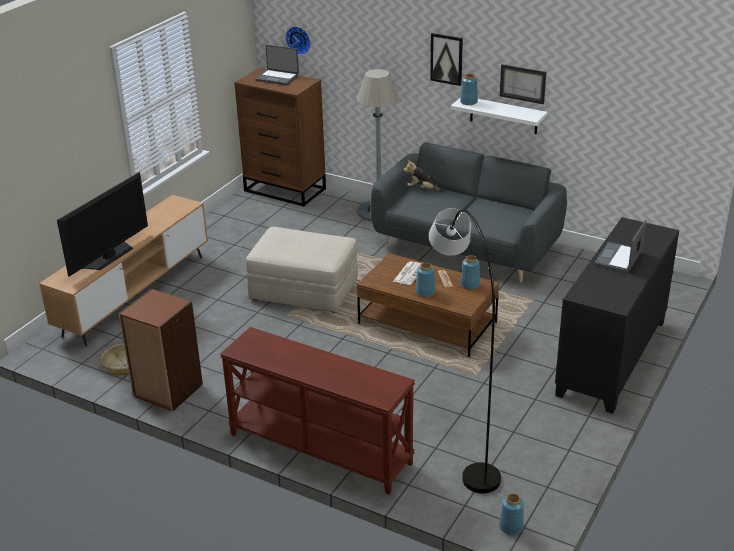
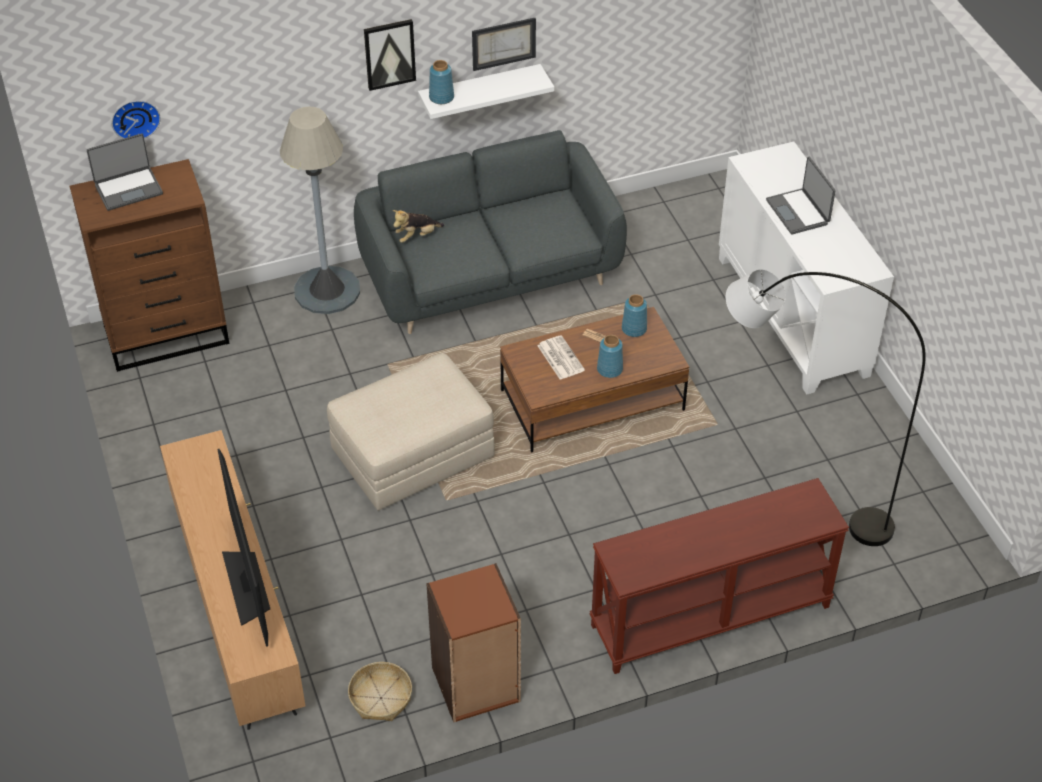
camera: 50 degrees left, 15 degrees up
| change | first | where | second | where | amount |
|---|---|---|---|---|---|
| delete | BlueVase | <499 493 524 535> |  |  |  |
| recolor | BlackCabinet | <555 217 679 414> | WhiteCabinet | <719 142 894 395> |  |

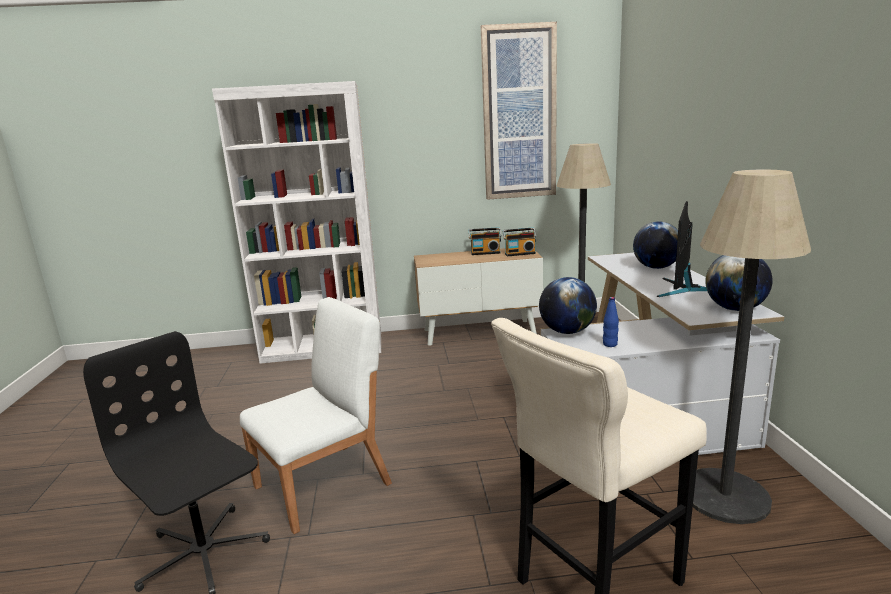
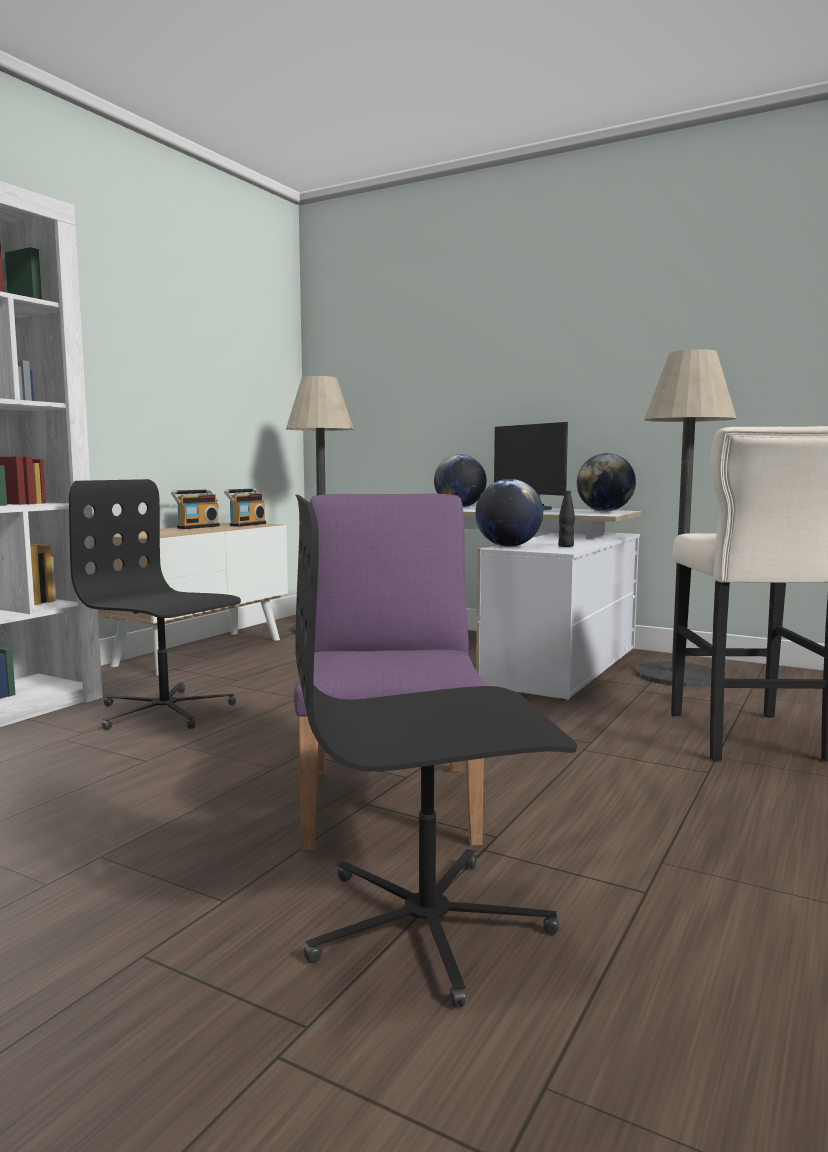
camera: 55 degrees left, 10 degrees down
| change | first | where | second | where | amount |
|---|---|---|---|---|---|
| recolor | WhiteChair | <240 297 392 534> | PurpleChair | <294 494 487 851> |  |
| delete | Picture | <481 22 557 200> |  |  |  |
| recolor | BlueBottle | <603 297 619 347> | BlackBottle | <558 490 575 547> |  |
| insert |  |  | BlackOfficeChair | <69 479 241 730> |  |

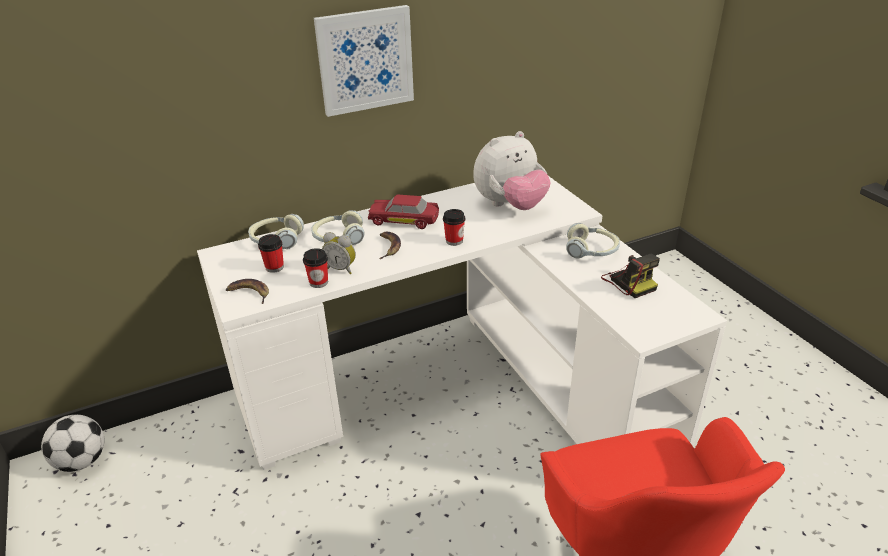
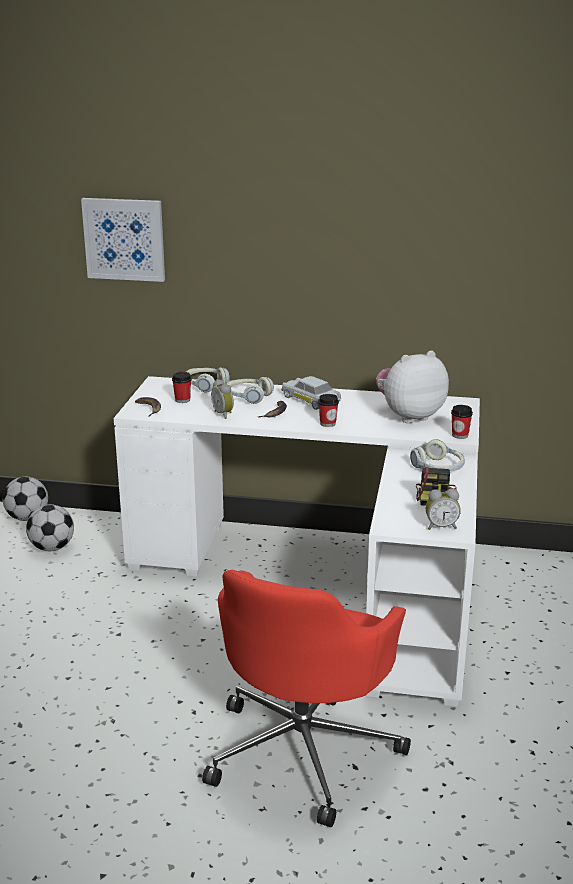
camera: 35 degrees right, 10 degrees down
| change | first | where | second | where | amount |
|---|---|---|---|---|---|
| move | Cup | <303 248 328 288> |  | <451 405 473 439> |  |
| move | Picture | <314 5 414 117> |  | <81 198 165 282> |  |
| recolor | RedToyCar | <368 194 439 229> | WhiteToyCar | <281 376 341 410> |  |
| rotate | PlushToy | <473 131 551 210> |  | <376 350 449 423> | 150 degrees clockwise |
| insert |  |  | Football | <26 504 74 551> |  |
| insert |  |  | AlarmClock | <425 489 461 530> |  |

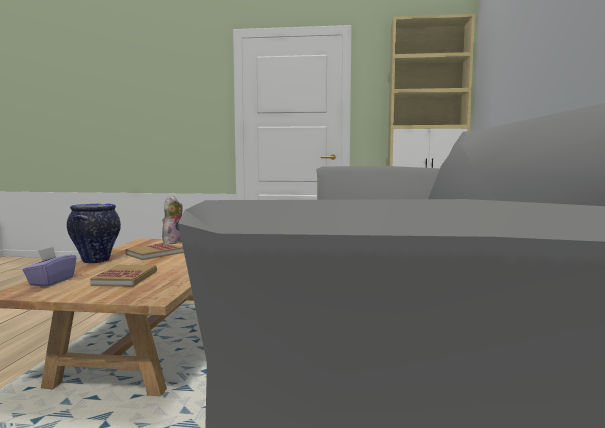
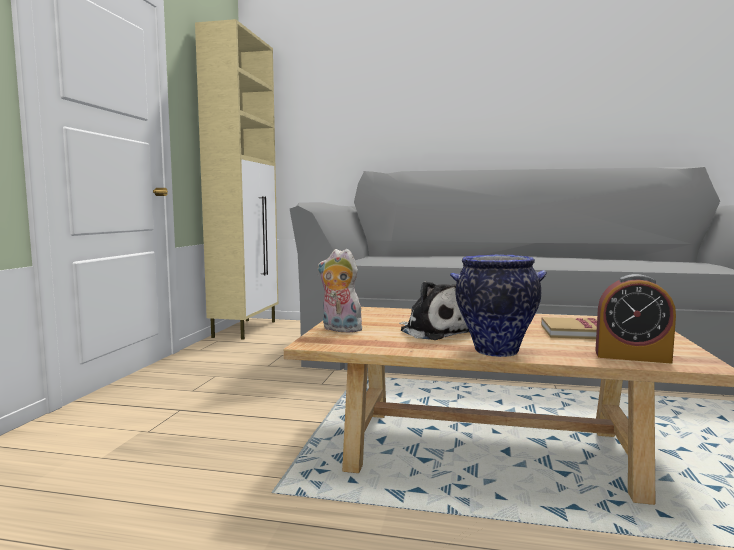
camera: 85 degrees left, 0 degrees up
| change | first | where | second | where | amount |
|---|---|---|---|---|---|
| replace | PurpleTissueBox | <23 247 77 287> | AlarmClock | <595 274 676 363> |  |
| replace | Book | <125 243 183 260> | PlushToy | <399 281 469 340> |  |

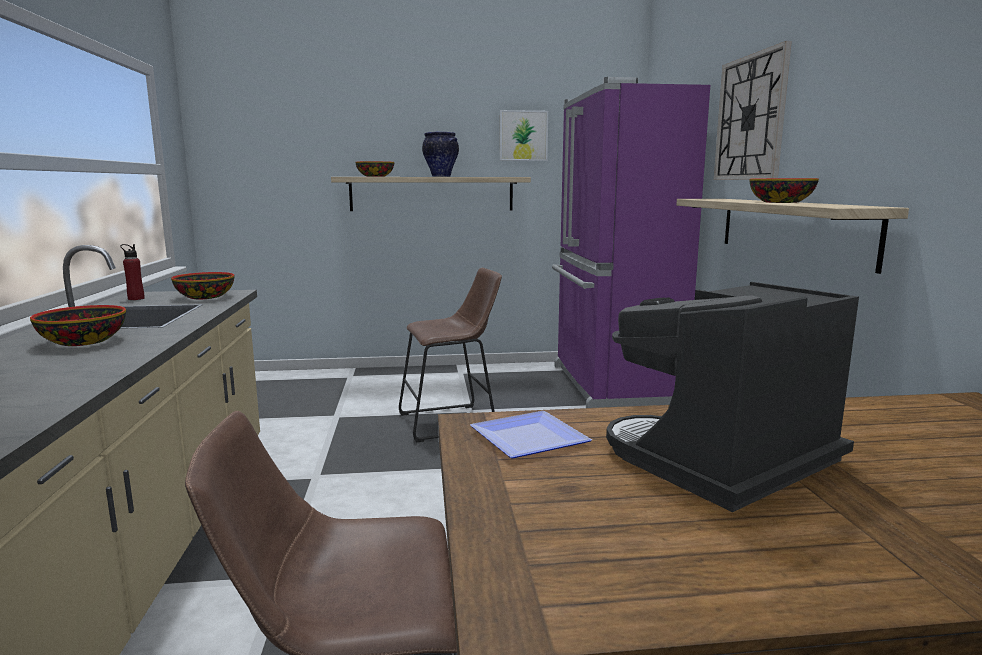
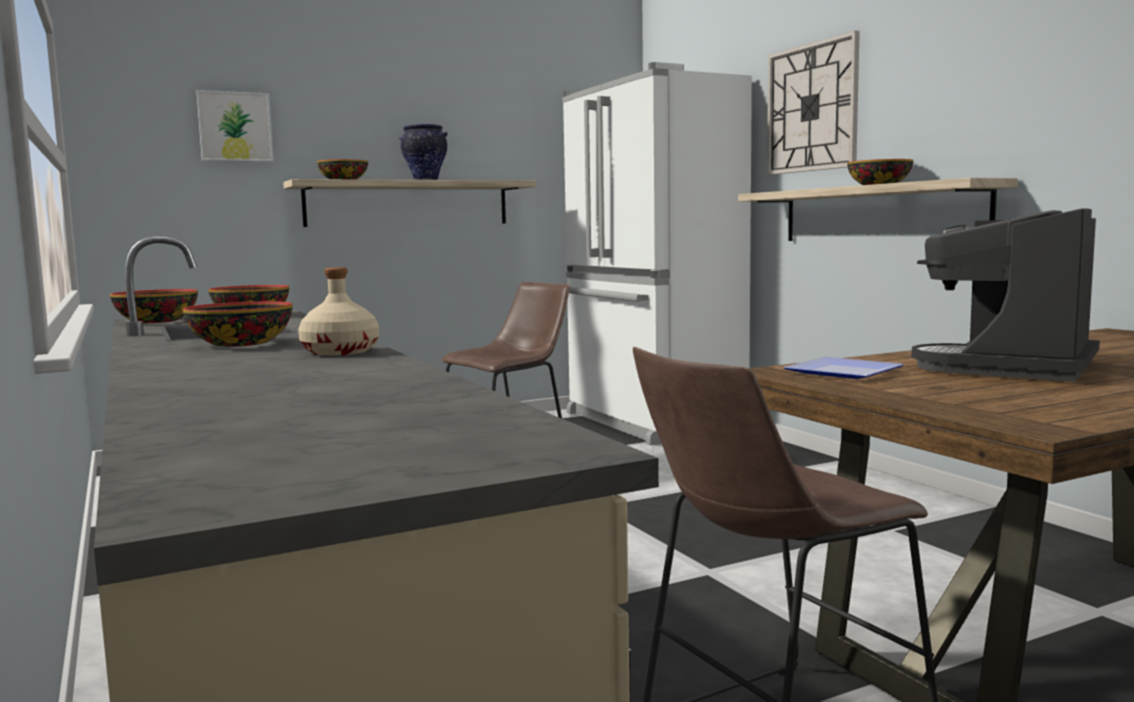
camera: 20 degrees left, 5 degrees down
| change | first | where | second | where | amount |
|---|---|---|---|---|---|
| replace | RedBottle | <120 244 145 300> | Bowl | <110 289 198 323> |  |
| move | Picture | <500 110 548 161> |  | <197 90 274 162> |  |
| recolor | PurpleFridge | <552 77 710 408> | WhiteFridge | <562 62 752 446> |  |
| insert |  |  | BeigeBottle | <298 267 379 356> |  |

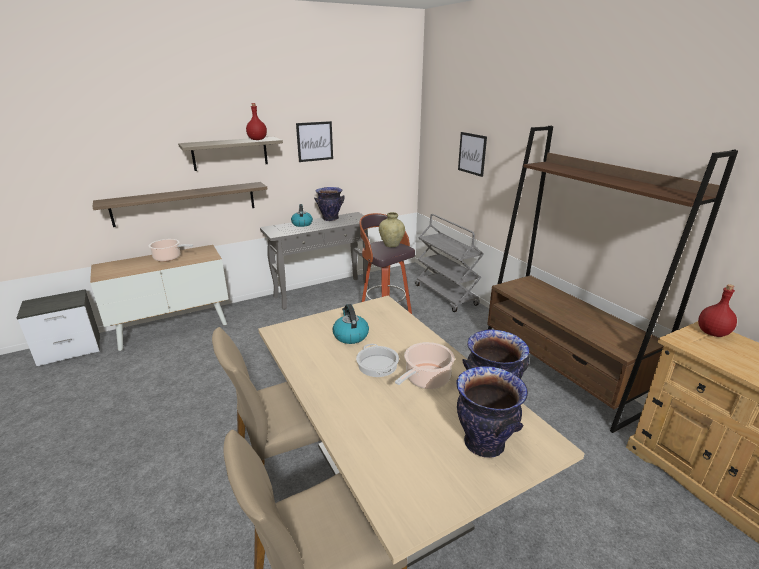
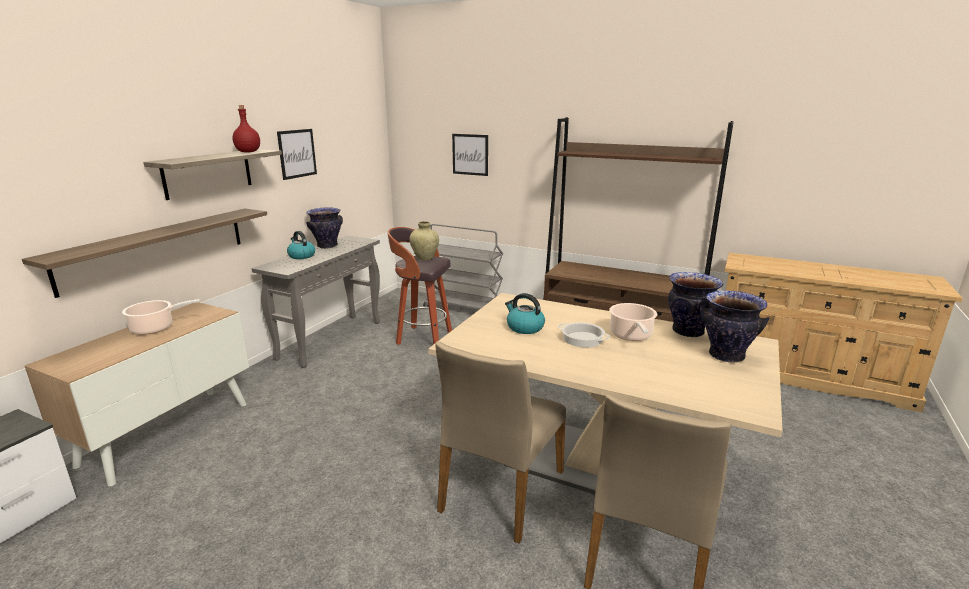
camera: 35 degrees left, 5 degrees down
| change | first | where | second | where | amount |
|---|---|---|---|---|---|
| delete | RedBottle | <698 284 737 337> |  |  |  |

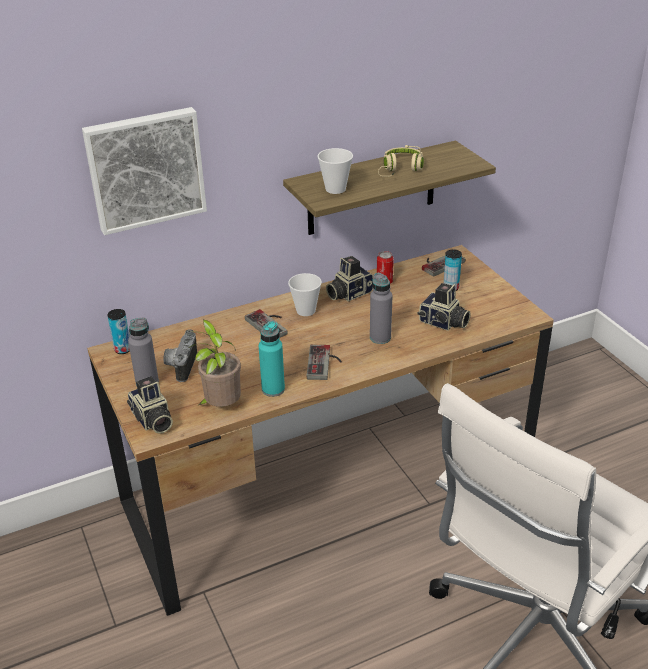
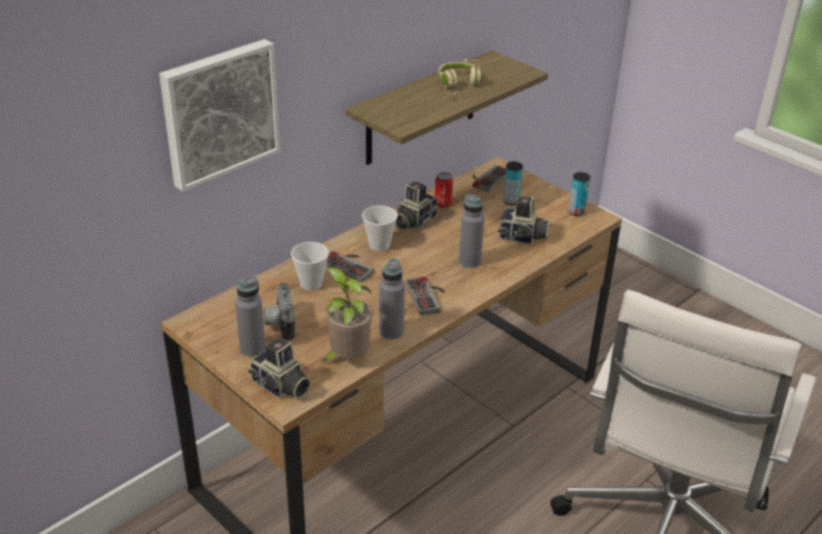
camera: 20 degrees left, 0 degrees up
| change | first | where | second | where | amount |
|---|---|---|---|---|---|
| move | Can | <107 309 130 354> |  | <569 172 590 216> |  |
| recolor | TurquoiseBottle | <259 321 285 397> | GreyBottle | <379 258 405 339> |  |
| move | Cup | <317 148 353 194> |  | <291 242 329 291> |  |

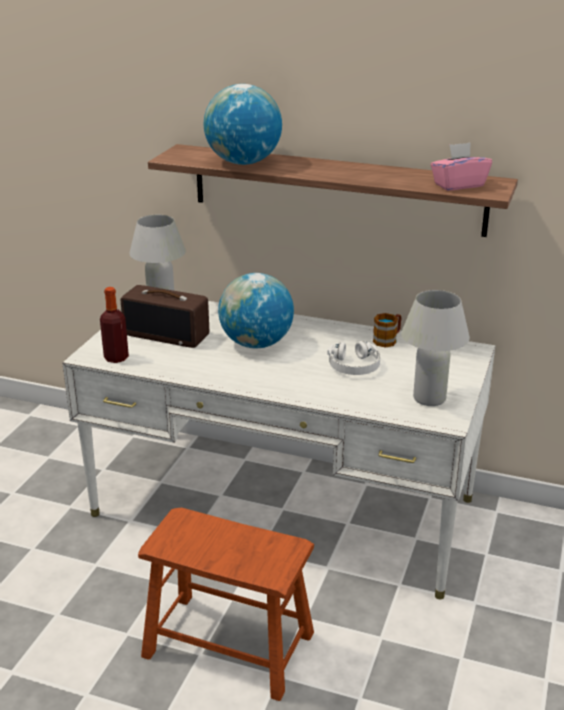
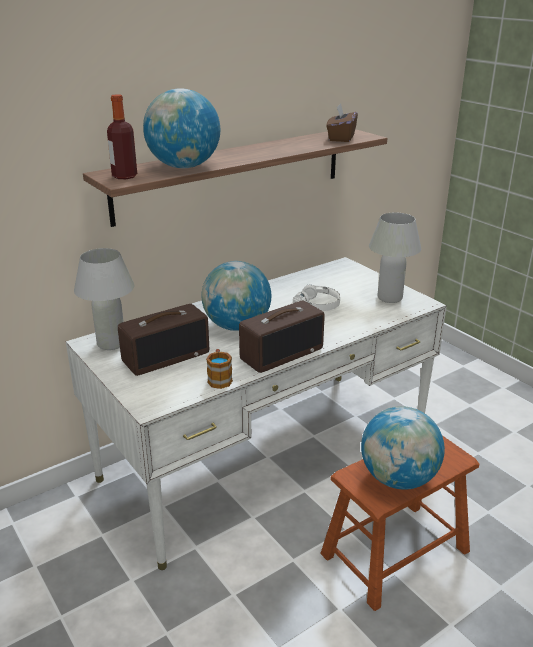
camera: 55 degrees left, 0 degrees up
| change | first | where | second | where | amount |
|---|---|---|---|---|---|
| move | Bottle | <100 287 129 363> |  | <107 94 137 179> |  |
| move | Mug | <373 313 402 347> |  | <206 349 233 389> |  |
| recolor | PinkTissueBox | <431 143 492 191> | BrownTissueBox | <326 104 358 142> |  |
| insert |  |  | Radio | <239 301 325 373> |  |
| insert |  |  | Globe | <361 406 445 490> |  |

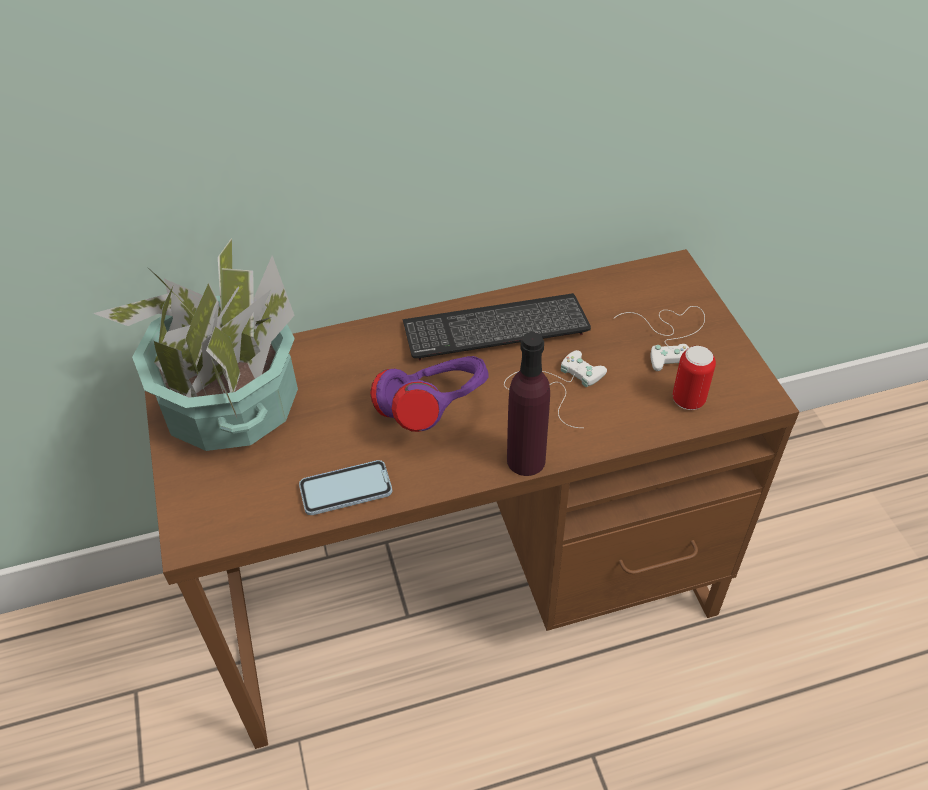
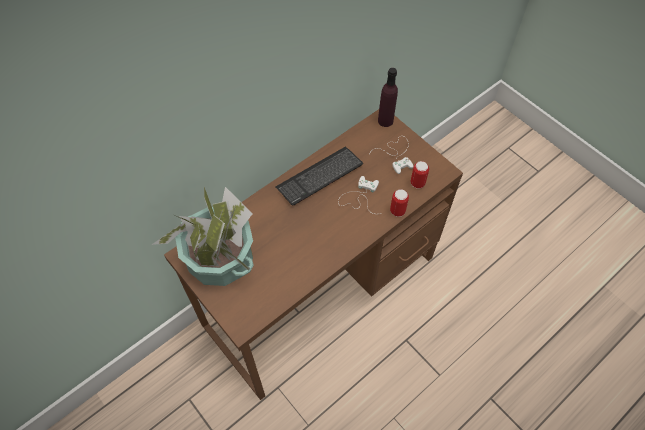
camera: 25 degrees left, 10 degrees up
| change | first | where | second | where | amount |
|---|---|---|---|---|---|
| delete | Phone | <299 460 392 515> |  |  |  |
| delete | PurpleHeadphones | <370 356 489 432> |  |  |  |
| move | PurpleBottle | <507 332 550 476> |  | <378 68 398 127> |  |
| insert |  |  | Can | <390 189 409 217> |  |

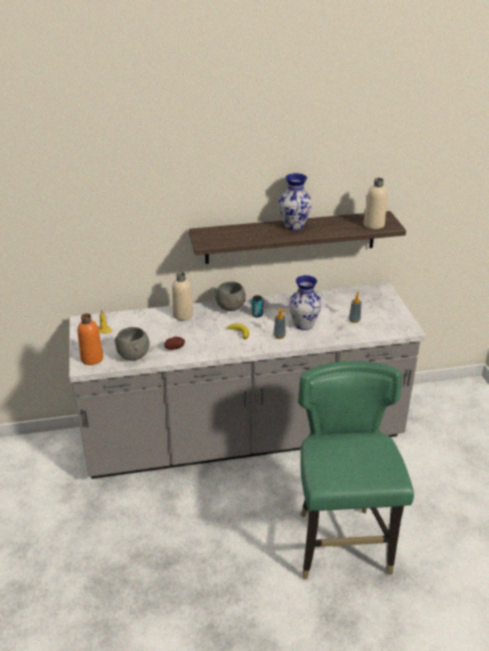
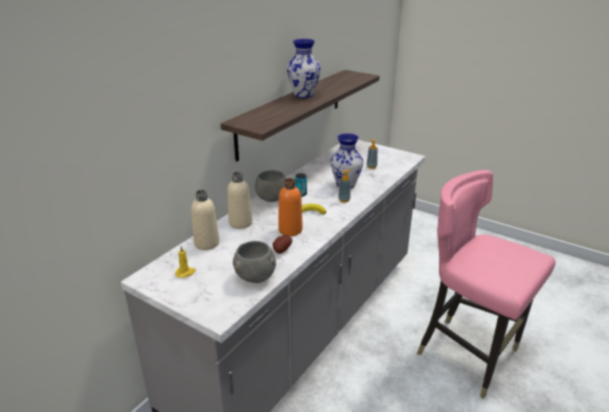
camera: 45 degrees left, 5 degrees down
| change | first | where | second | where | amount |
|---|---|---|---|---|---|
| move | OrangeBottle | <78 313 103 365> |  | <278 178 303 236> |  |
| recolor | GreenChair | <298 361 414 579> | PinkChair | <417 170 556 399> |  |
| move | BeigeBottle | <364 178 387 229> |  | <191 190 219 250> |  |

